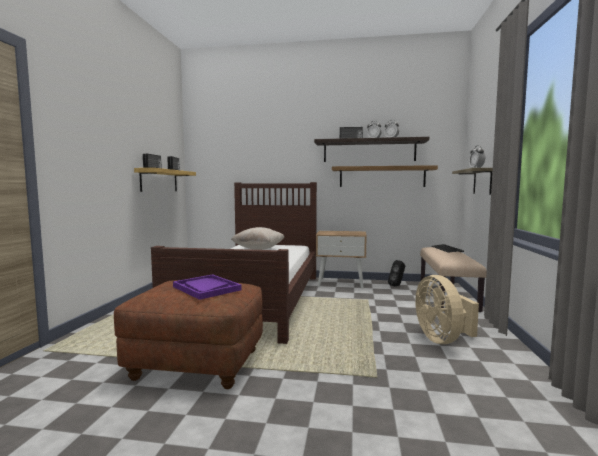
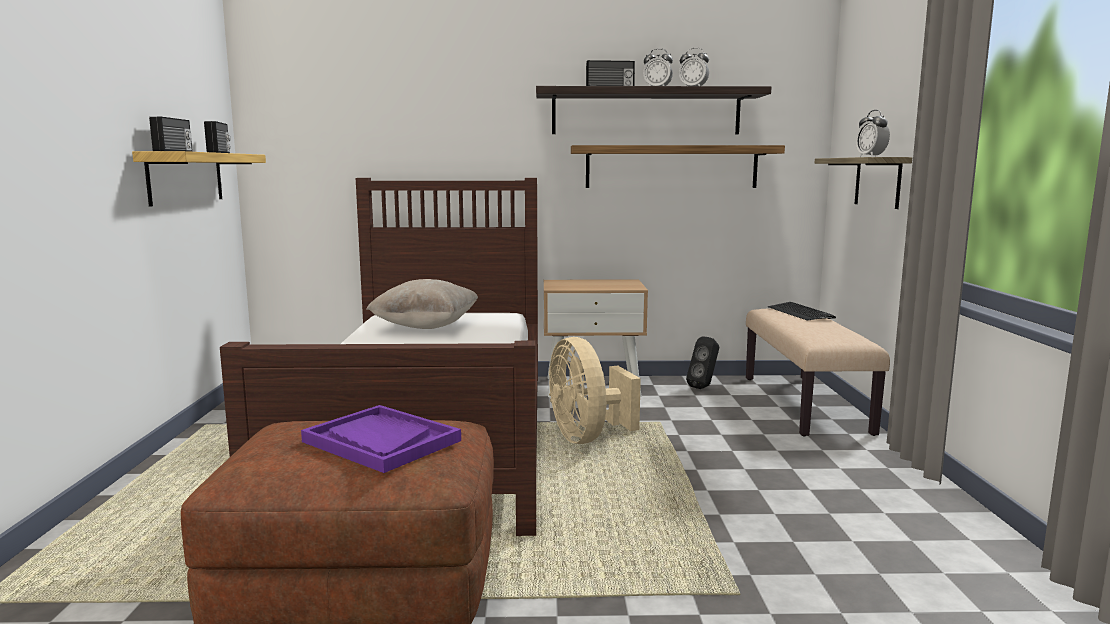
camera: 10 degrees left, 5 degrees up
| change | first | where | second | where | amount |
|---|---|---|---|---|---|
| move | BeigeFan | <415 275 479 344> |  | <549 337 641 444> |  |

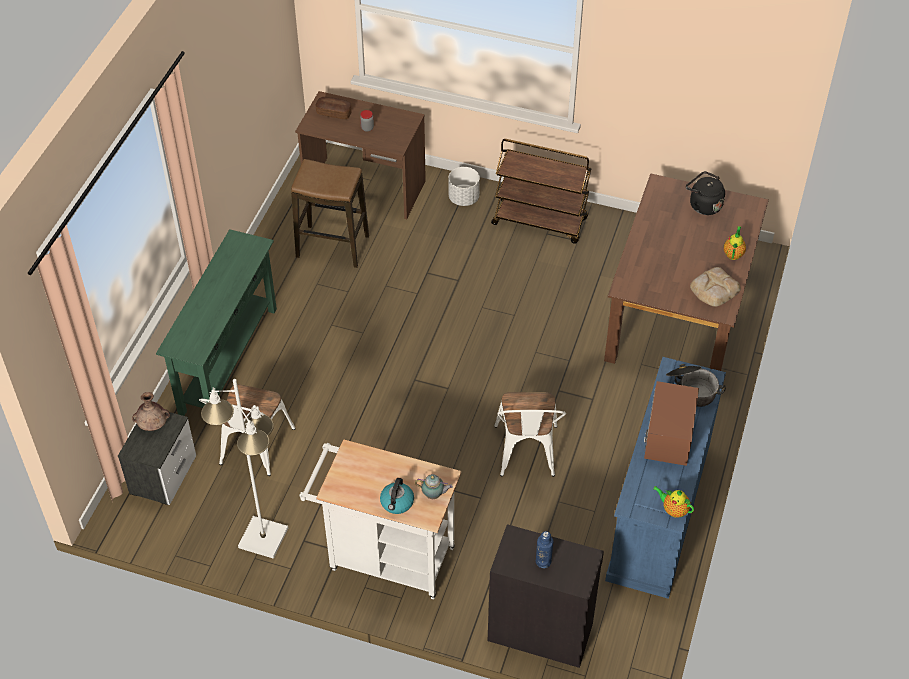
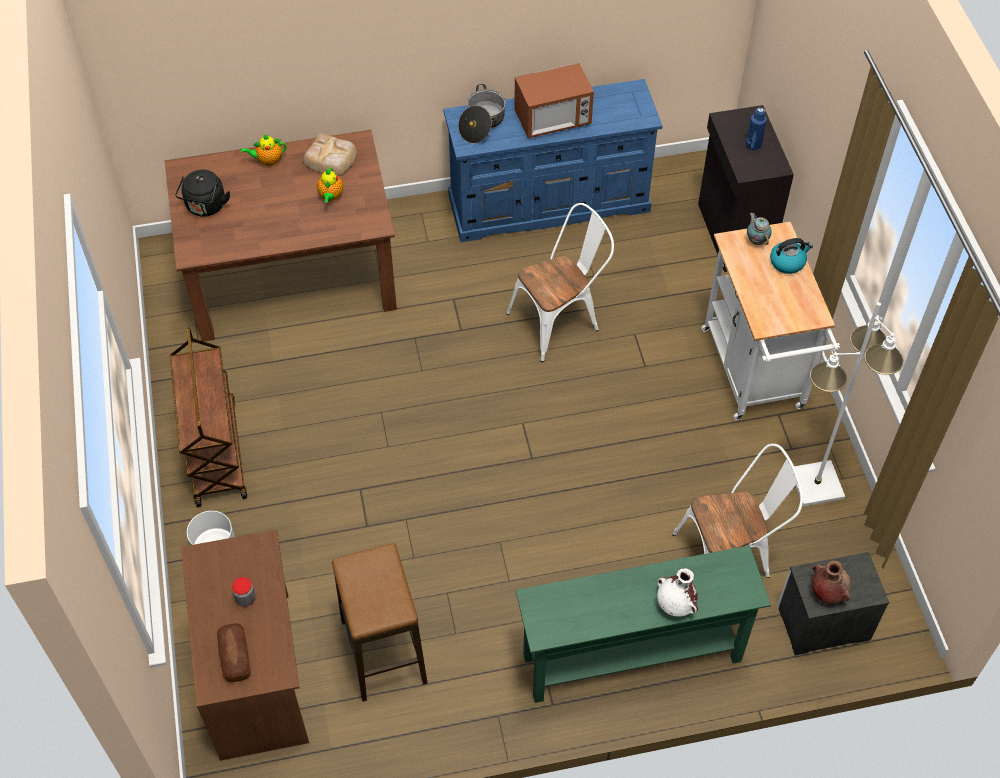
camera: 120 degrees left, 5 degrees up
| change | first | where | second | where | amount |
|---|---|---|---|---|---|
| move | Teapot | <654 486 694 518> |  | <317 167 343 202> |  |
| insert |  |  | WhiteVase | <657 568 698 617> |  |

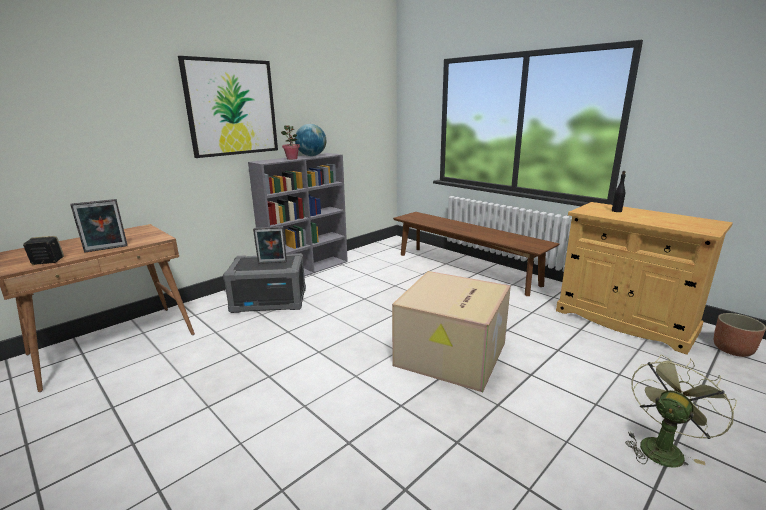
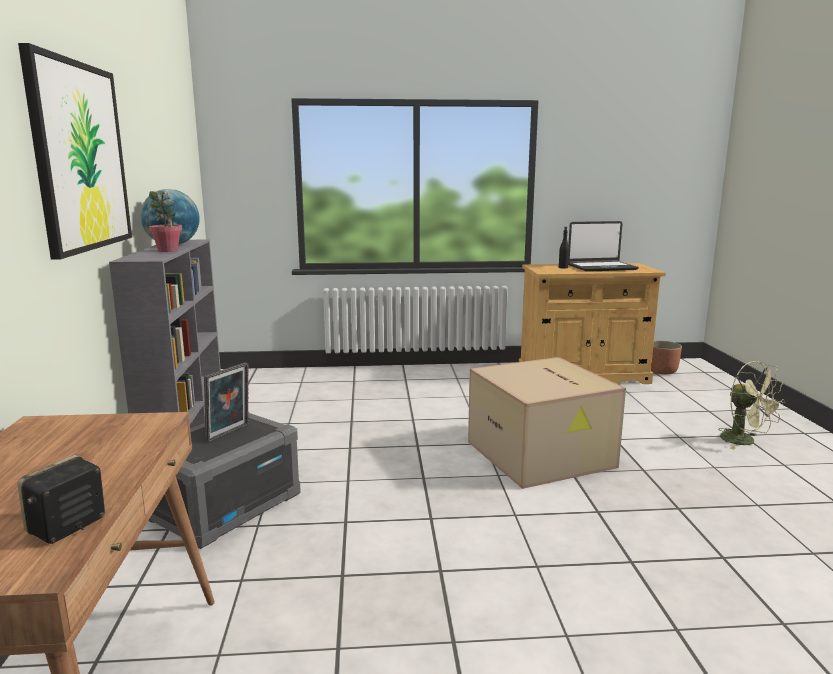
camera: 50 degrees left, 5 degrees down
| change | first | where | second | where | amount |
|---|---|---|---|---|---|
| delete | PictureFrame | <70 199 128 253> |  |  |  |
| delete | BrownBench | <393 212 560 296> |  |  |  |
| rotate | GreenFan | <625 355 737 468> |  | <718 361 785 450> | 150 degrees clockwise |
| insert |  |  | Laptop | <568 221 639 272> |  |

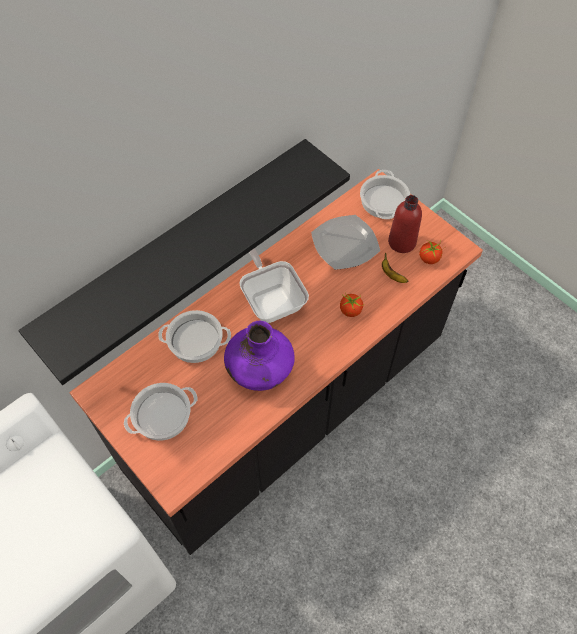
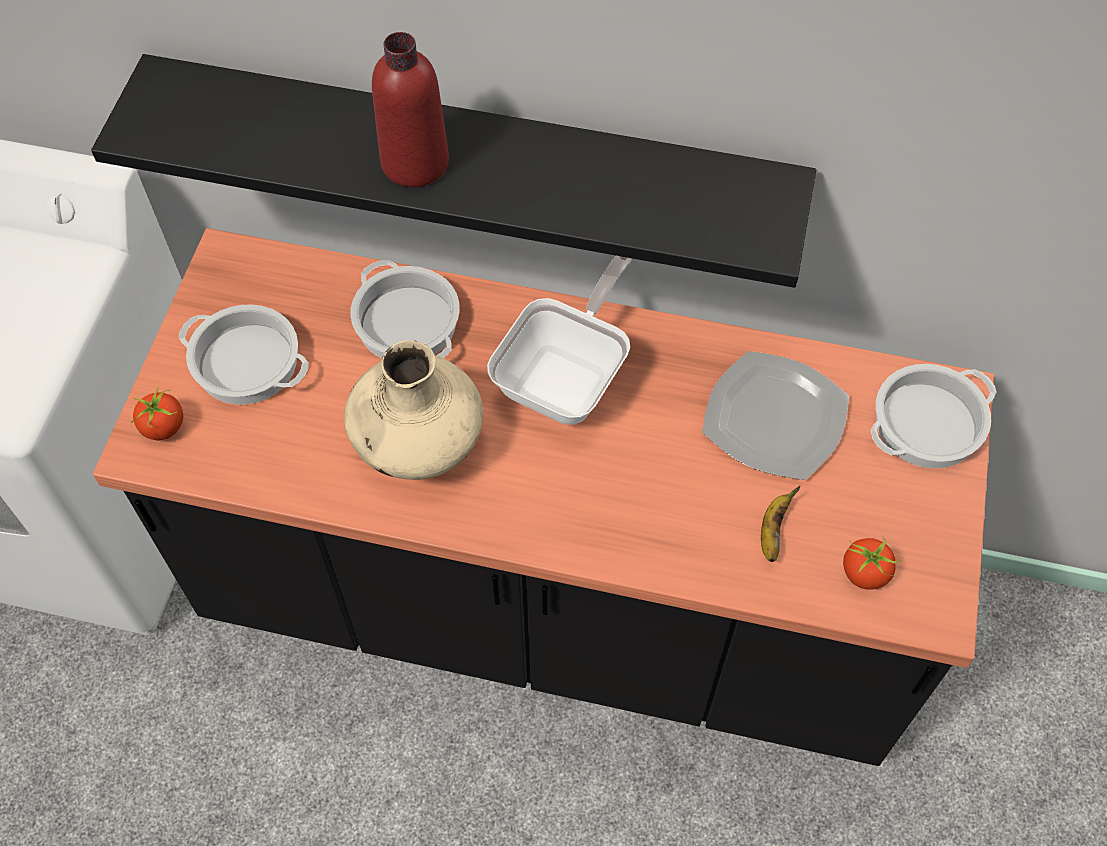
camera: 55 degrees right, 0 degrees up
| change | first | where | second | where | amount |
|---|---|---|---|---|---|
| recolor | PurpleVase | <224 321 295 391> | BeigeVase | <344 340 483 480> |  |
| move | Tomato | <340 293 363 317> |  | <131 385 183 441> |  |
| move | RedBottle | <388 195 422 253> |  | <372 32 449 188> |  |

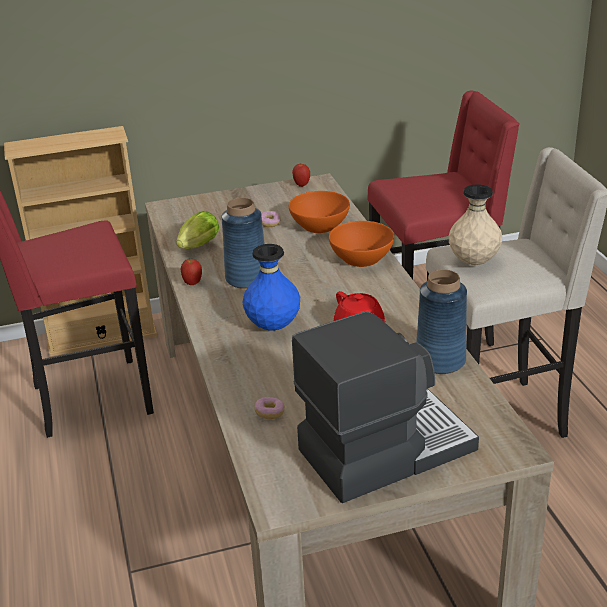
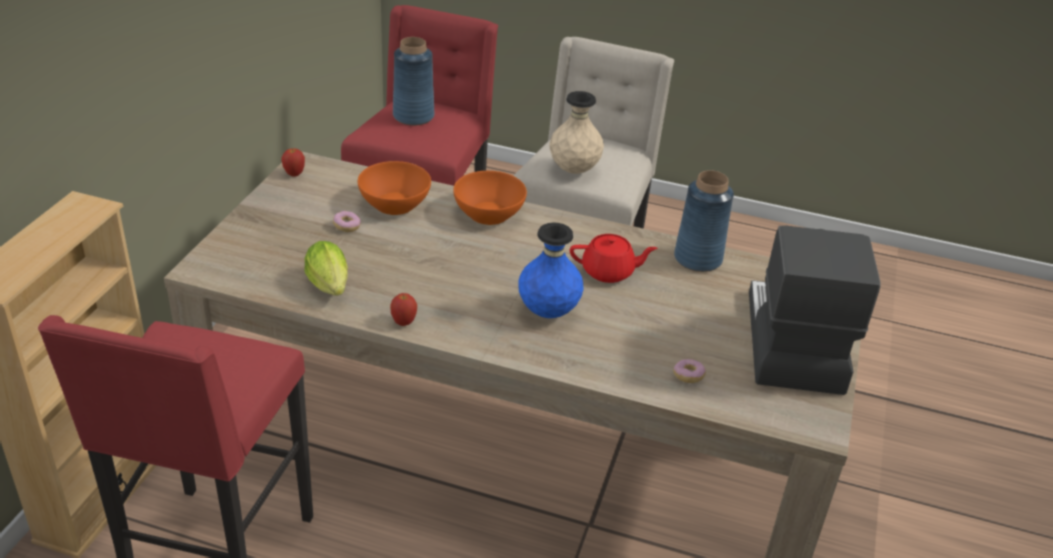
camera: 60 degrees left, 5 degrees up
| change | first | where | second | where | amount |
|---|---|---|---|---|---|
| move | BlueVase | <222 198 265 289> |  | <393 37 434 126> |  |

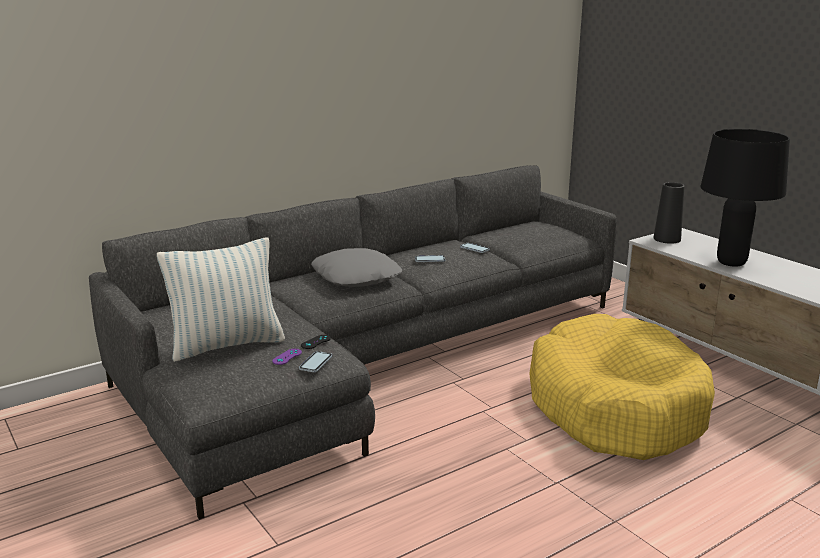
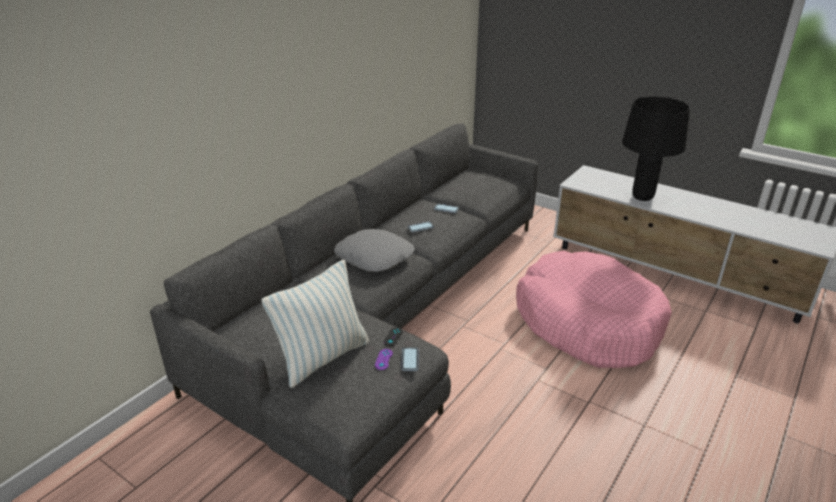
camera: 20 degrees left, 10 degrees up
| change | first | where | second | where | amount |
|---|---|---|---|---|---|
| recolor | YellowDogBed | <529 314 715 460> | PinkDogBed | <516 251 672 368> |  |
| delete | BlackVase | <653 182 685 243> |  |  |  |

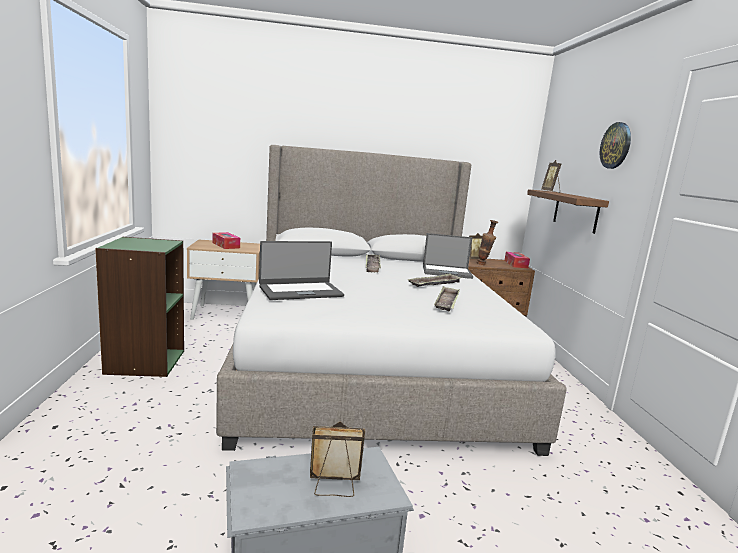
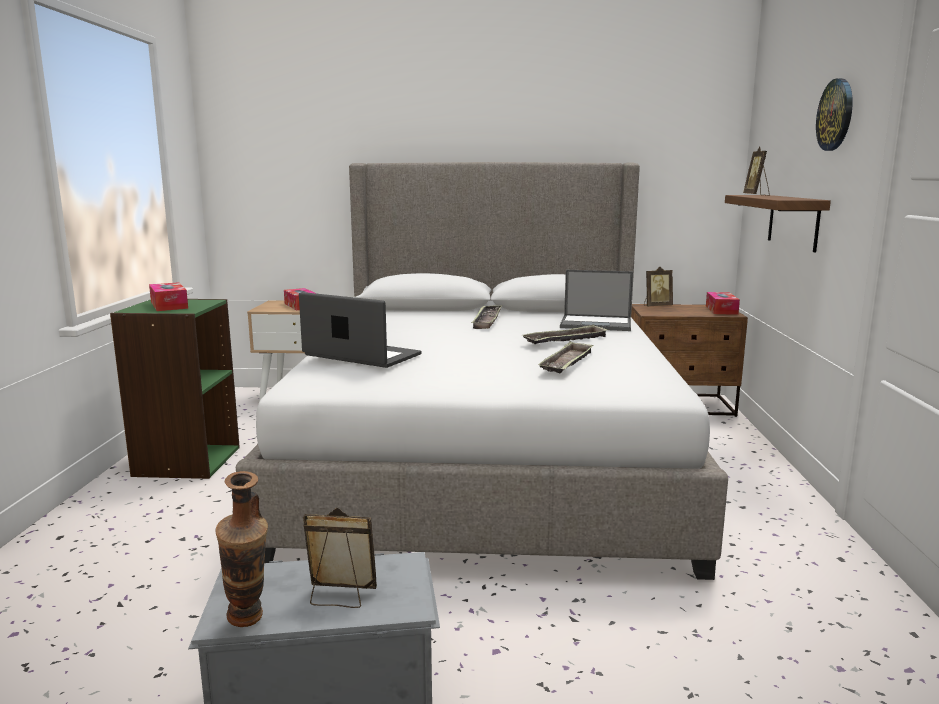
camera: 10 degrees right, 0 degrees up
| change | first | where | second | where | amount |
|---|---|---|---|---|---|
| rotate | Laptop | <259 241 344 300> |  | <299 292 421 368> | 135 degrees counterclockwise |
| move | Vase | <476 220 499 265> |  | <215 471 268 627> |  |
| insert |  |  | TissueBox | <149 282 188 311> |  |

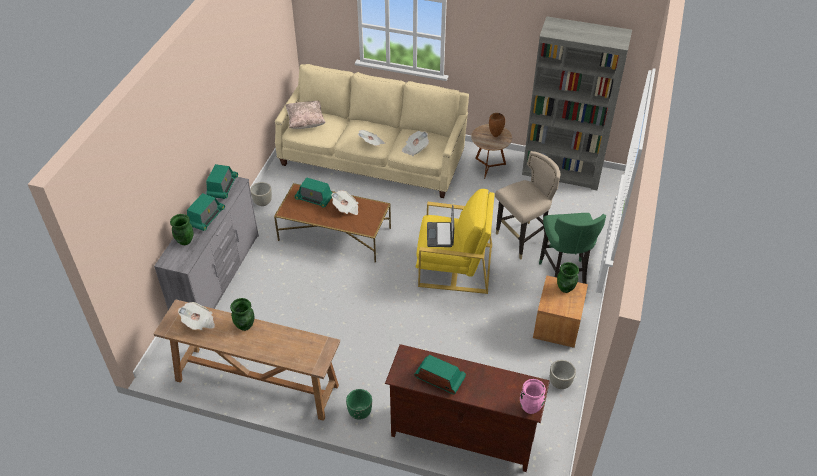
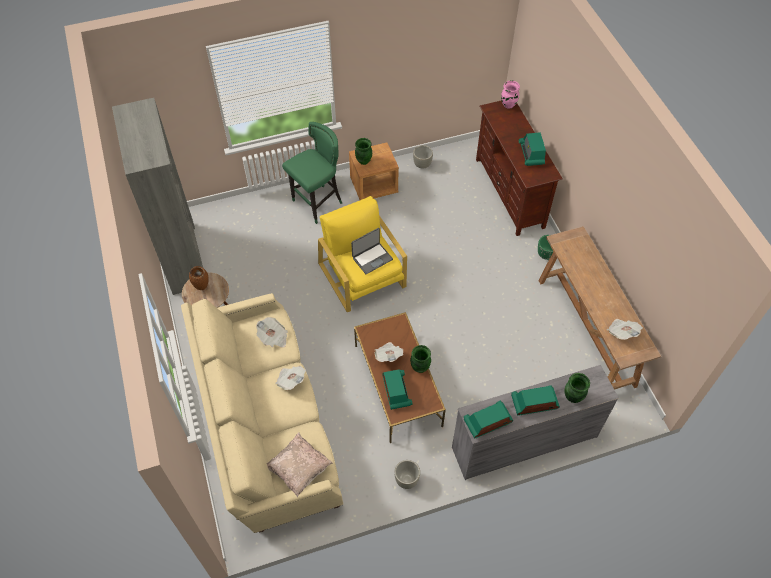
camera: 125 degrees left, 10 degrees up
| change | first | where | second | where | amount |
|---|---|---|---|---|---|
| move | GreenVase | <230 298 254 331> |  | <410 345 431 373> |  |
| delete | BeigeStool | <495 151 561 260> |  |  |  |

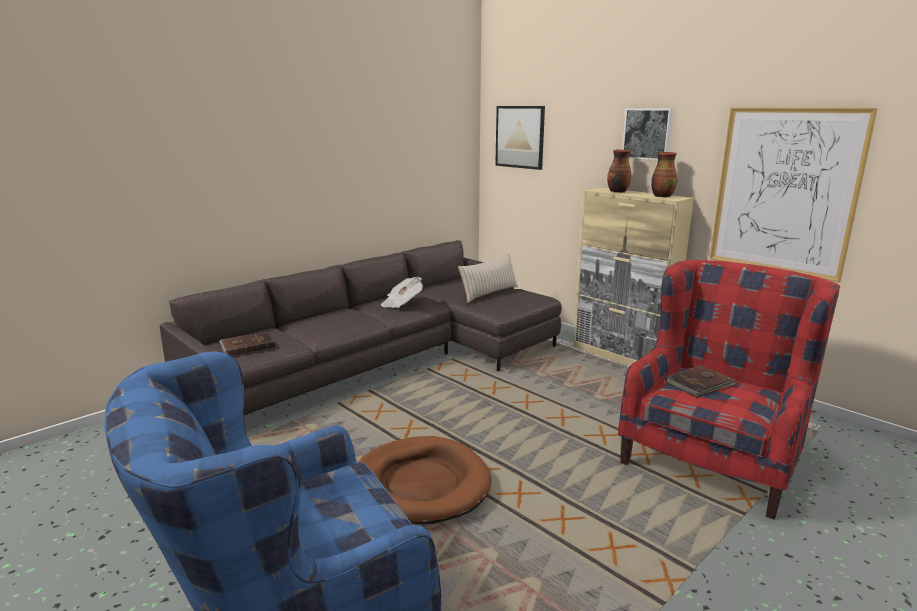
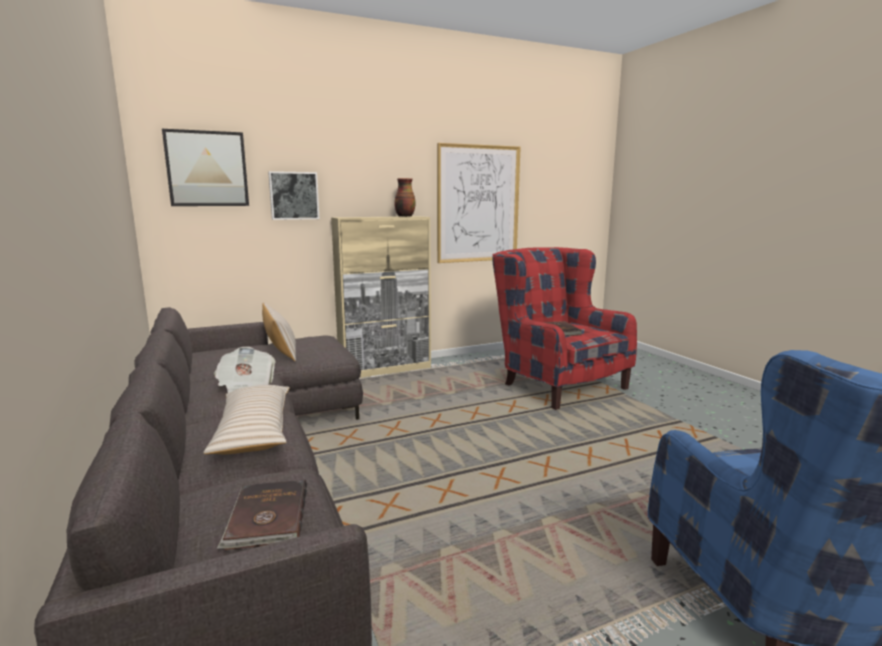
camera: 70 degrees left, 5 degrees down
| change | first | where | second | where | amount |
|---|---|---|---|---|---|
| delete | BrownDogBed | <358 436 492 524> |  |  |  |
| delete | Vase | <607 150 631 193> |  |  |  |
| move | Picture | <622 108 673 160> |  | <268 171 320 220> |  |
| insert |  |  | BeigePillow | <203 385 290 454> |  |

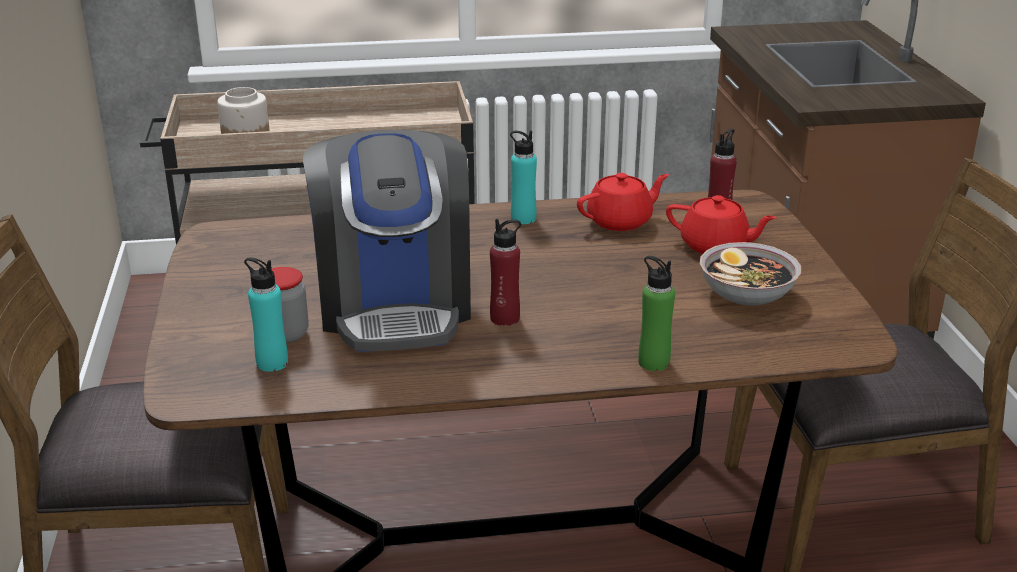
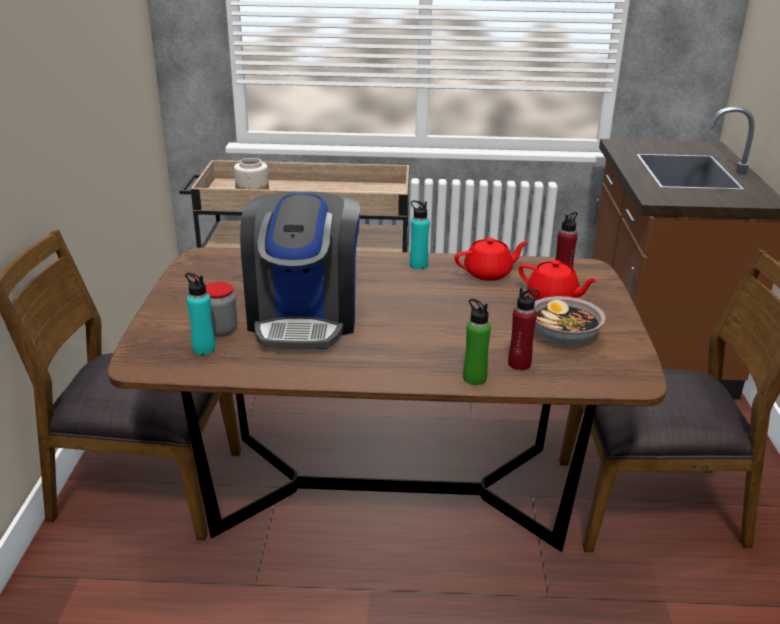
camera: 10 degrees right, 0 degrees up
| change | first | where | second | where | amount |
|---|---|---|---|---|---|
| move | RedBottle | <490 219 521 326> |  | <508 288 540 370> |  |

